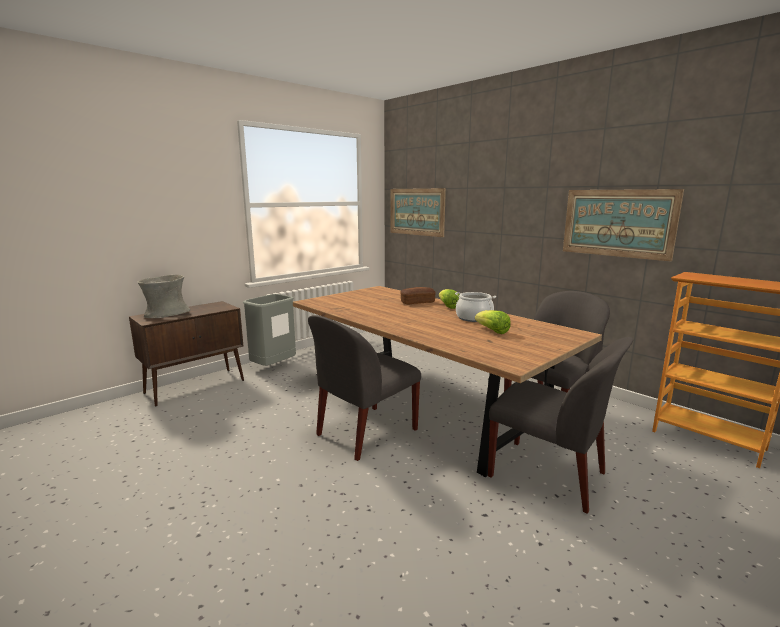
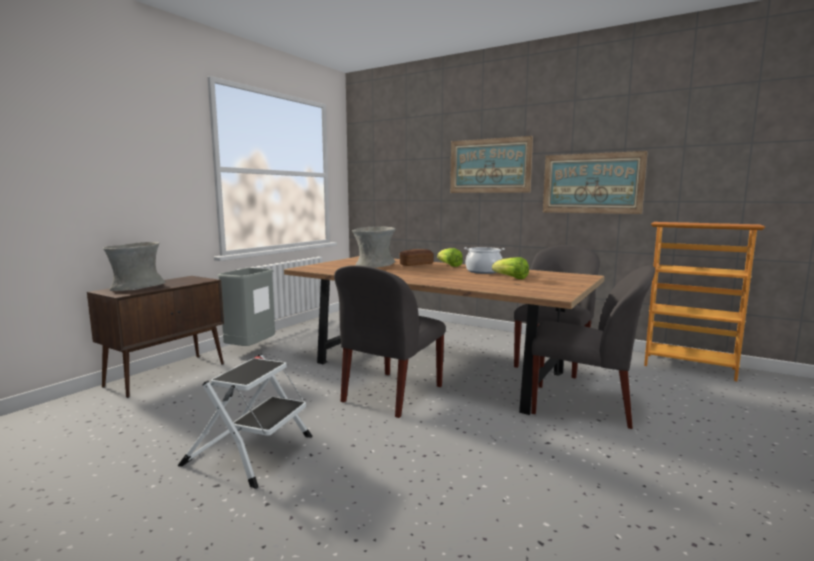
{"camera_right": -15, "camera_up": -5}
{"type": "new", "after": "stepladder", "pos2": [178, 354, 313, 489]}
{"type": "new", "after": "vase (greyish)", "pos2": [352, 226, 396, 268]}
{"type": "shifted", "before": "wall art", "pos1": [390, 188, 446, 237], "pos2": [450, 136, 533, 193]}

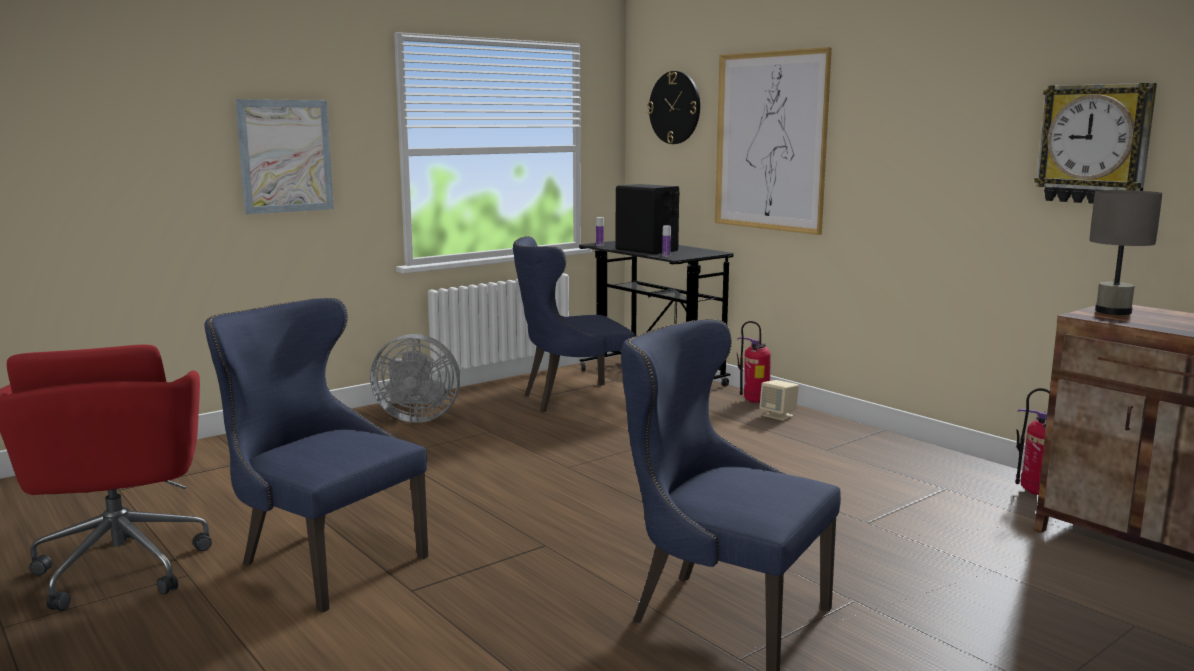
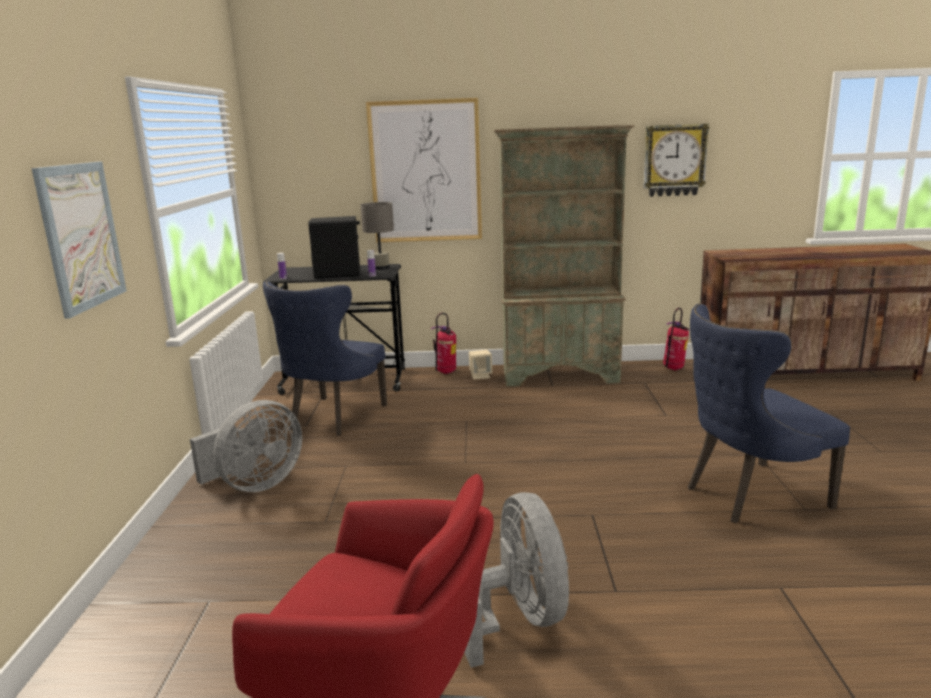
{"camera_right": -50, "camera_up": 5}
{"type": "shifted", "before": "lamp for a table (greyish)", "pos1": [1089, 190, 1162, 315], "pos2": [361, 202, 394, 270]}
{"type": "swapped", "before": "plain chair (blue-coloured)", "after": "cooling fan (greyish)", "pos1": [204, 298, 428, 613], "pos2": [464, 492, 569, 668]}
{"type": "new", "after": "bookcase (greenish)", "pos2": [493, 125, 634, 386]}
{"type": "gone", "before": "clock on the wall", "pos1": [648, 71, 700, 144]}

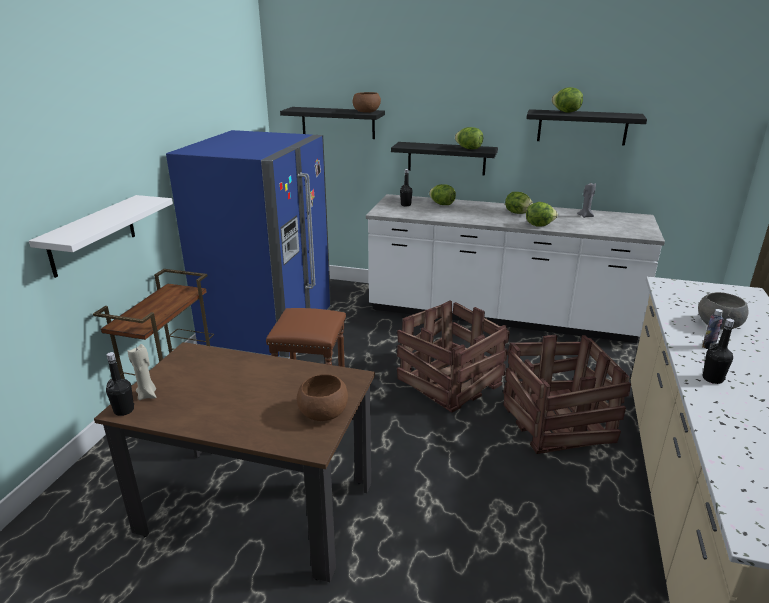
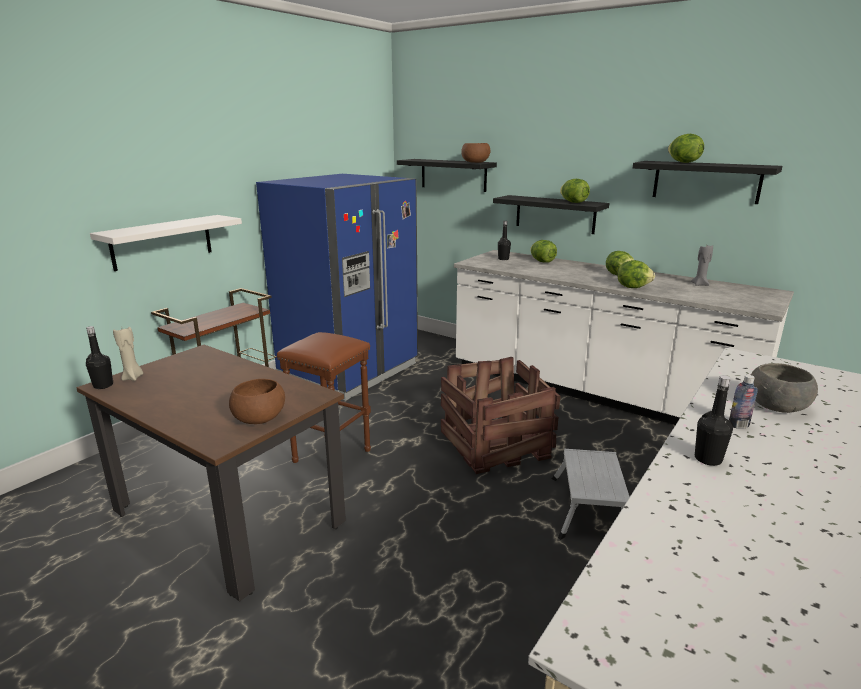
{"camera_right": 20, "camera_up": -5}
{"type": "swapped", "before": "packing crate", "after": "stepladder (whitish)", "pos1": [503, 334, 631, 454], "pos2": [551, 449, 630, 540]}

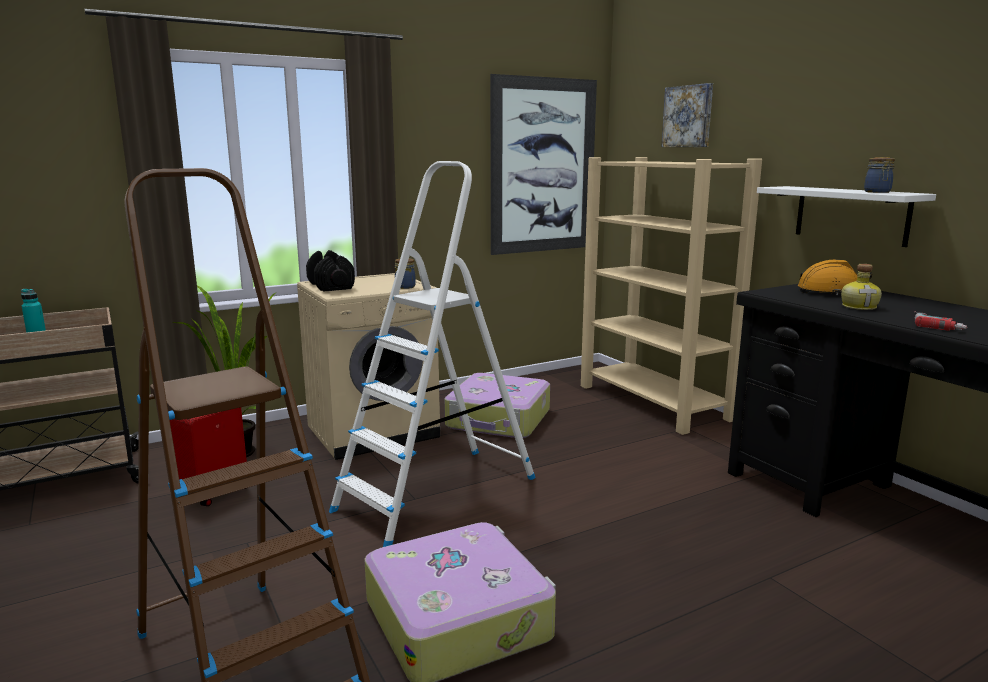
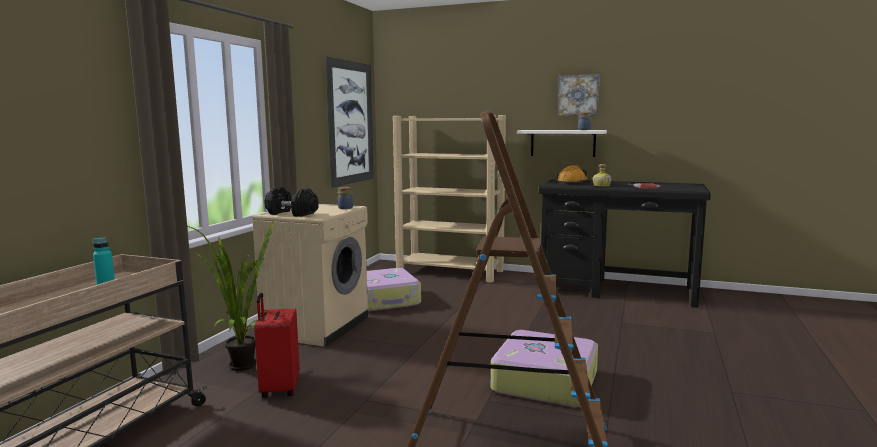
{"camera_right": -40, "camera_up": -5}
{"type": "shifted", "before": "wall art", "pos1": [661, 83, 713, 147], "pos2": [558, 74, 600, 116]}
{"type": "gone", "before": "stepladder (whitish)", "pos1": [329, 161, 535, 547]}

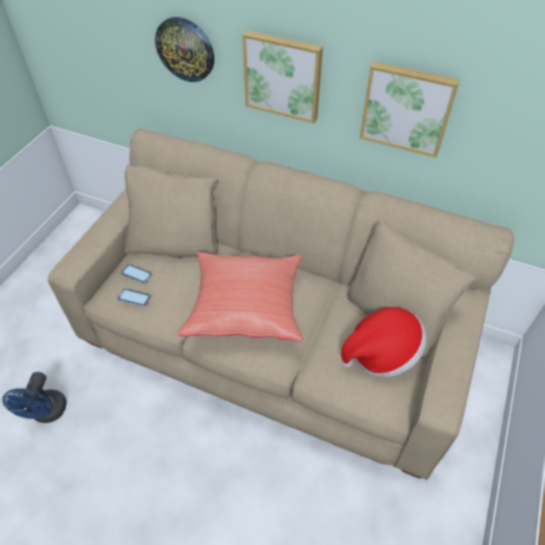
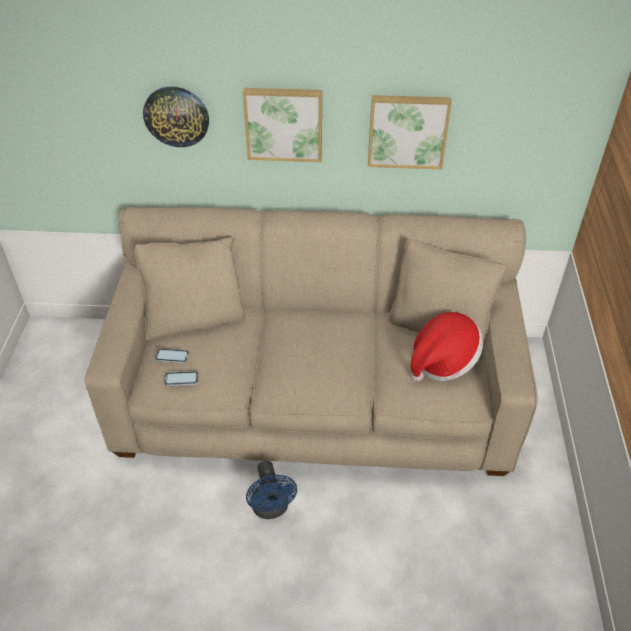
{"camera_right": -20, "camera_up": -5}
{"type": "shifted", "before": "cooling fan (blue-coloured)", "pos1": [2, 372, 67, 423], "pos2": [246, 461, 297, 519]}
{"type": "gone", "before": "cushion (red)", "pos1": [177, 252, 303, 341]}

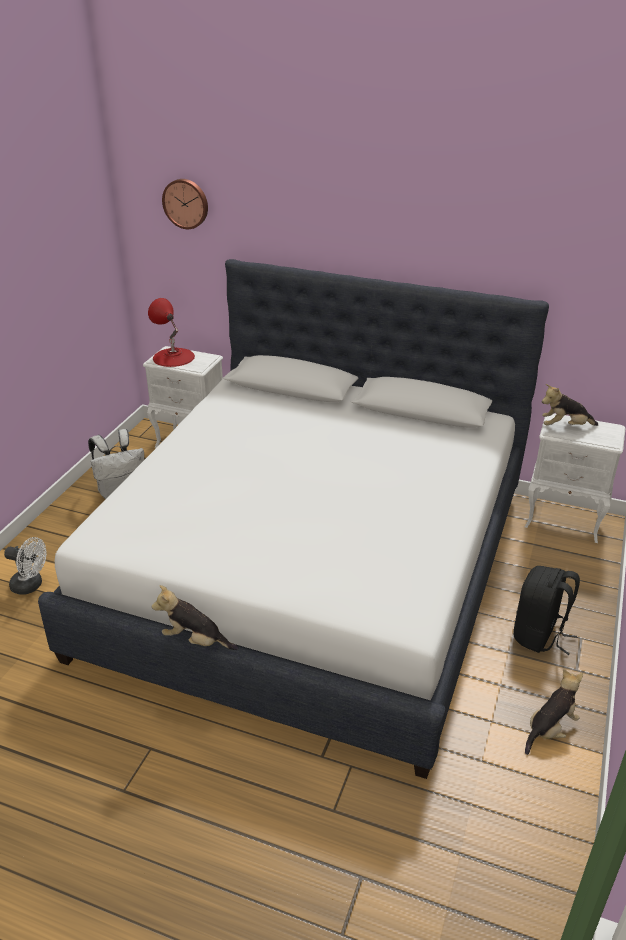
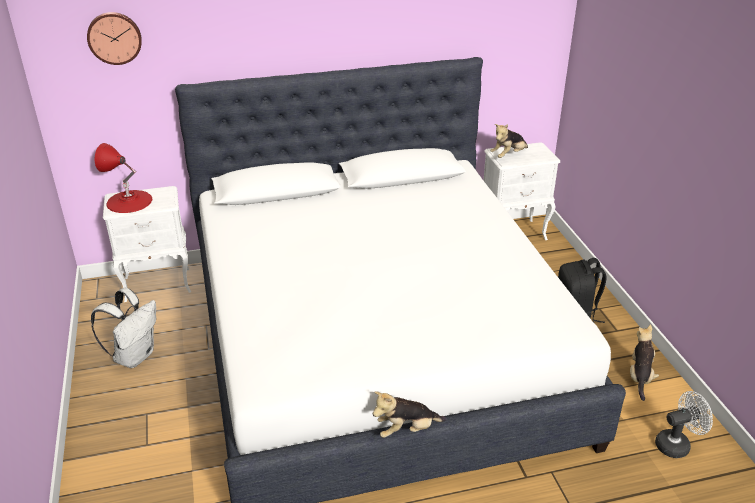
{"camera_right": -35, "camera_up": 0}
{"type": "shifted", "before": "cooling fan (whitish)", "pos1": [4, 537, 46, 594], "pos2": [655, 391, 713, 458]}

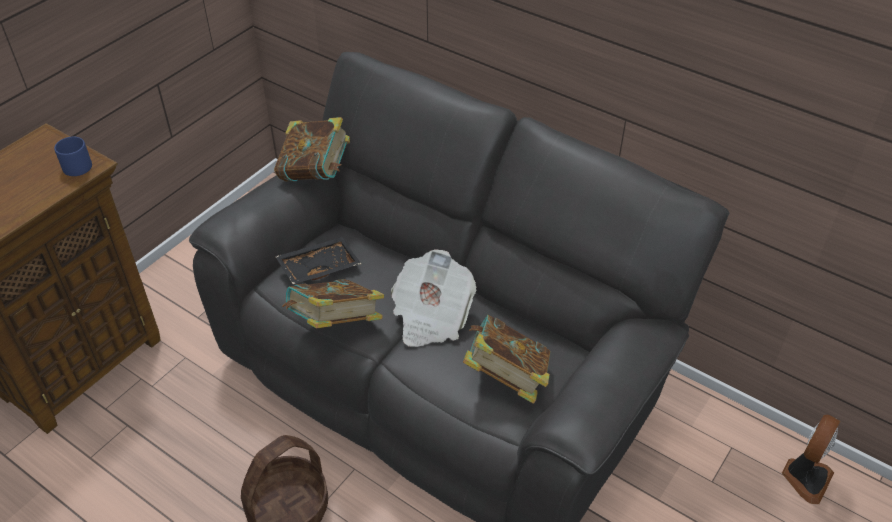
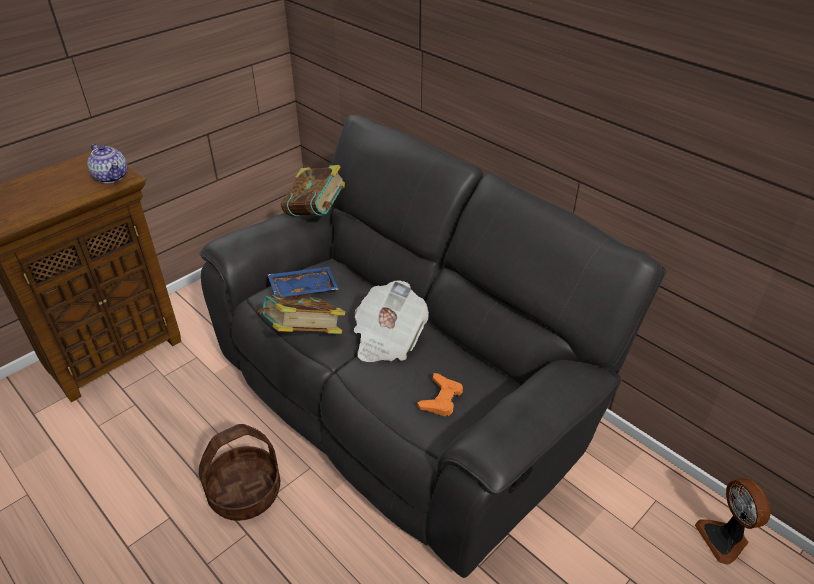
{"camera_right": 10, "camera_up": -5}
{"type": "swapped", "before": "coffee mug (blue-coloured)", "after": "tea pot", "pos1": [54, 137, 92, 176], "pos2": [87, 144, 128, 183]}
{"type": "repainted", "before": "carrying tray (black-coloured)", "after": "carrying tray (blue-coloured)", "pos1": [275, 237, 361, 284], "pos2": [267, 267, 338, 298]}
{"type": "swapped", "before": "volume", "after": "gamepad (orange-coloured)", "pos1": [463, 315, 551, 404], "pos2": [417, 373, 463, 416]}
{"type": "rotated", "before": "cooling fan", "pos1": [782, 415, 840, 504], "pos2": [695, 478, 771, 565], "turn": 120}

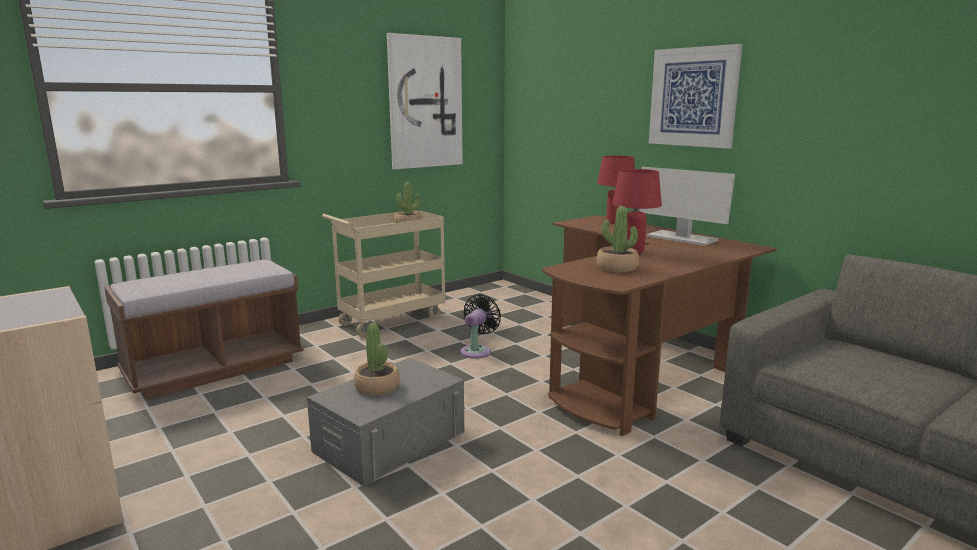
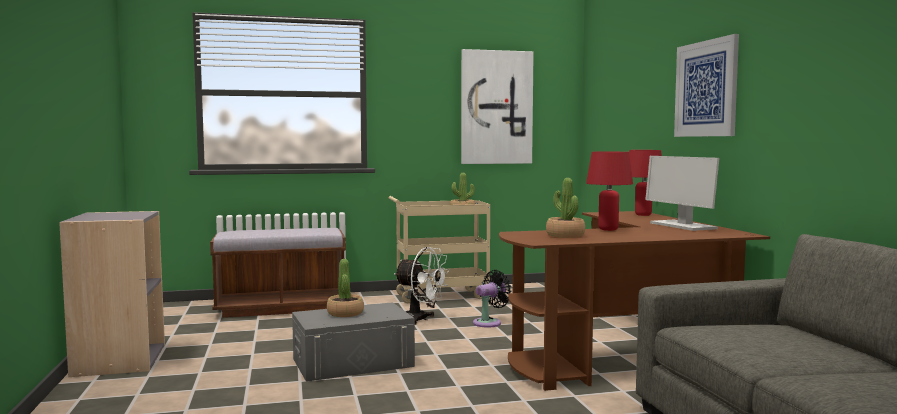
{"camera_right": 25, "camera_up": -10}
{"type": "new", "after": "cooling fan (whitish)", "pos2": [394, 247, 450, 325]}

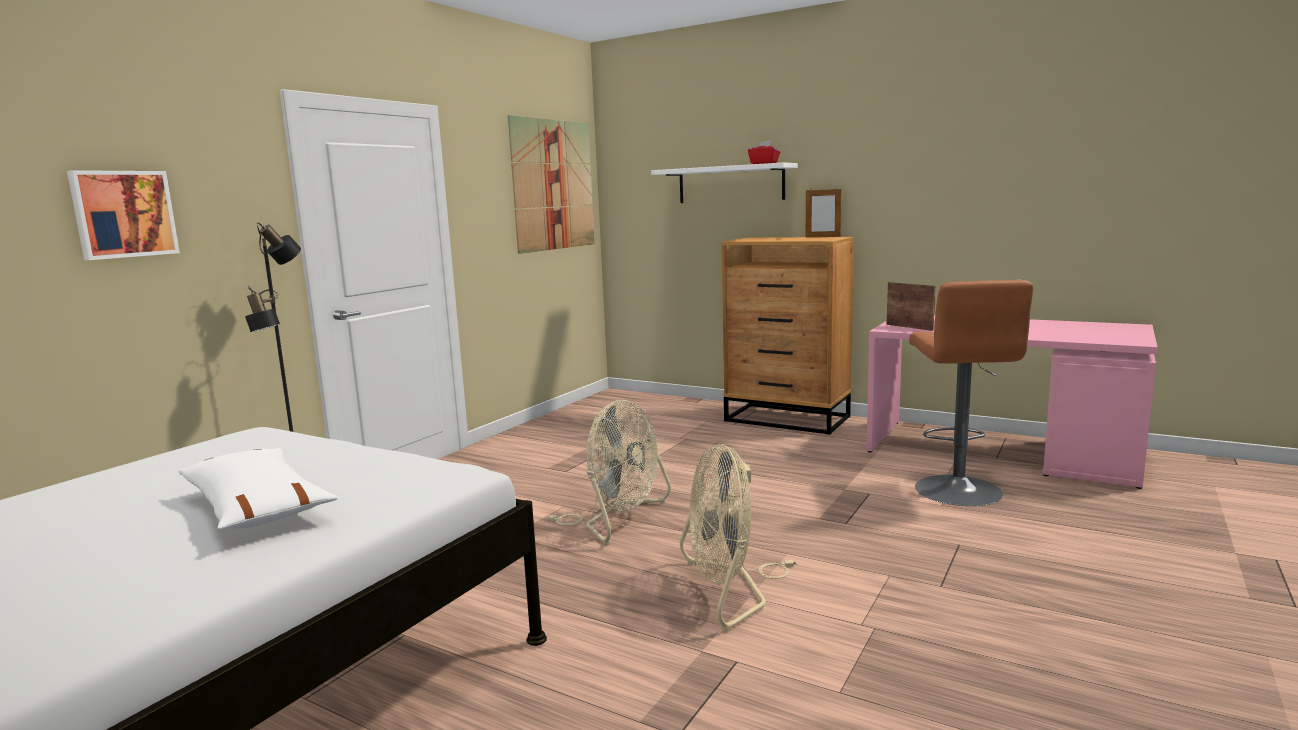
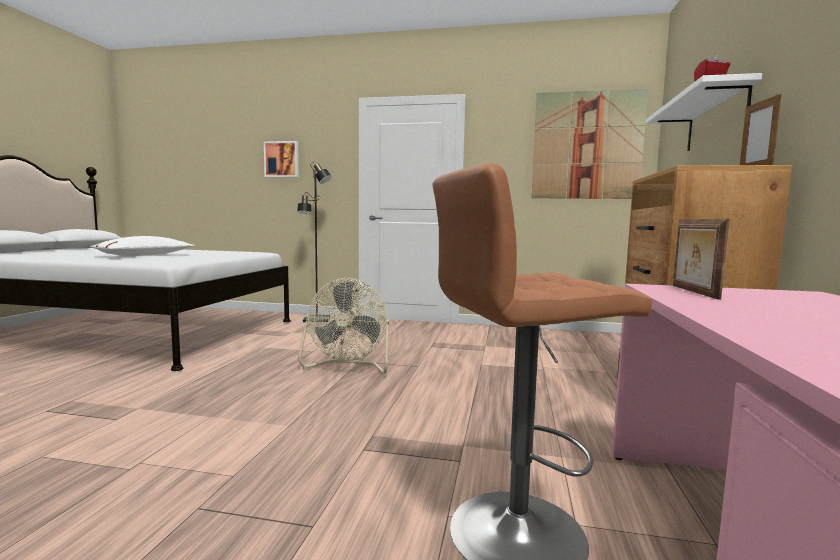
{"camera_right": 70, "camera_up": -5}
{"type": "rotated", "before": "picture frame", "pos1": [886, 282, 935, 331], "pos2": [673, 219, 730, 300], "turn": 150}
{"type": "gone", "before": "cooling fan (beige)", "pos1": [680, 444, 795, 633]}

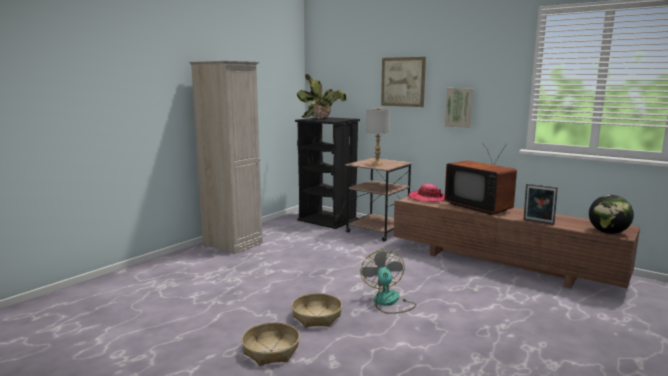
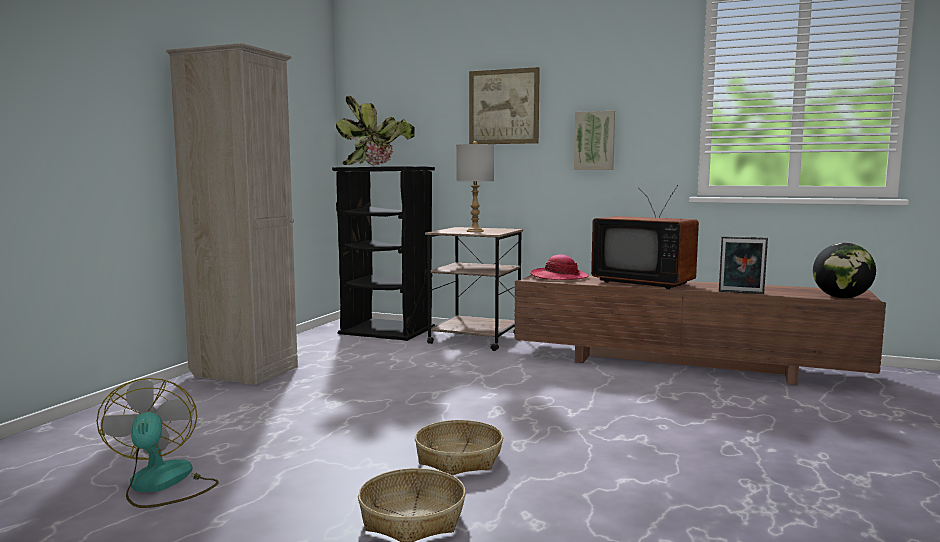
{"camera_right": -15, "camera_up": -5}
{"type": "shifted", "before": "cooling fan", "pos1": [360, 250, 416, 314], "pos2": [96, 378, 219, 508]}

